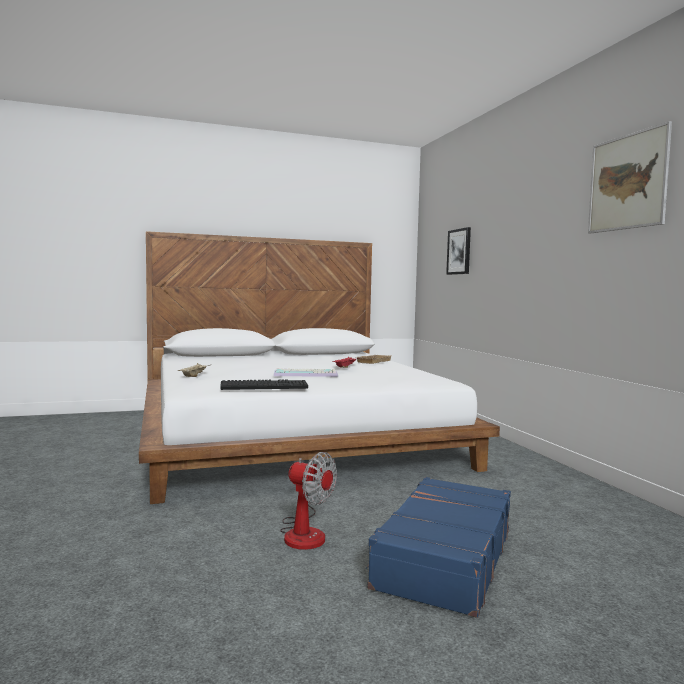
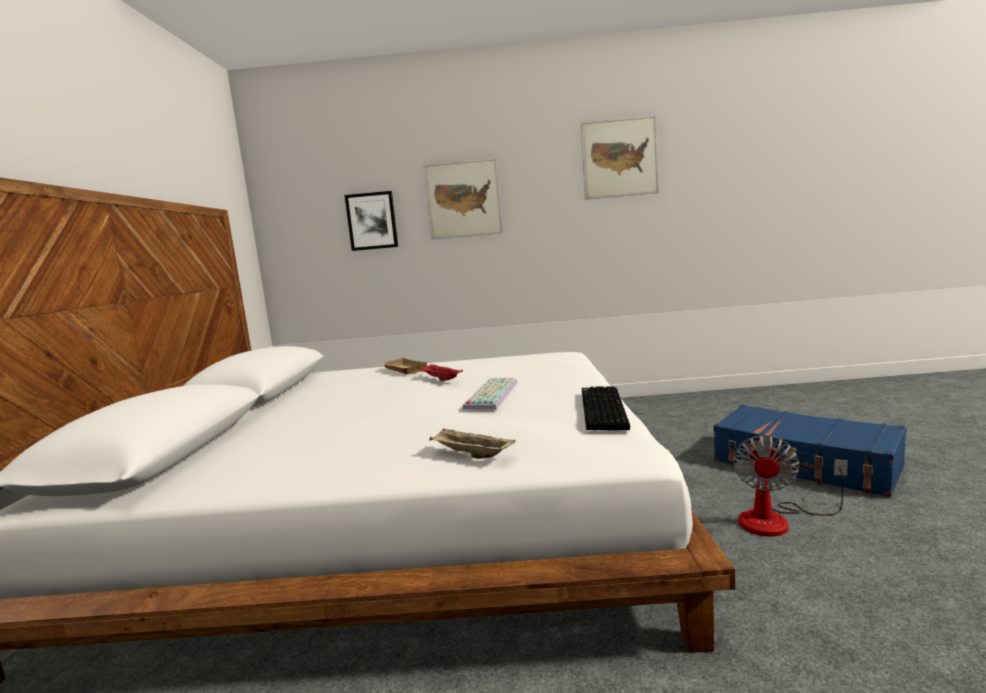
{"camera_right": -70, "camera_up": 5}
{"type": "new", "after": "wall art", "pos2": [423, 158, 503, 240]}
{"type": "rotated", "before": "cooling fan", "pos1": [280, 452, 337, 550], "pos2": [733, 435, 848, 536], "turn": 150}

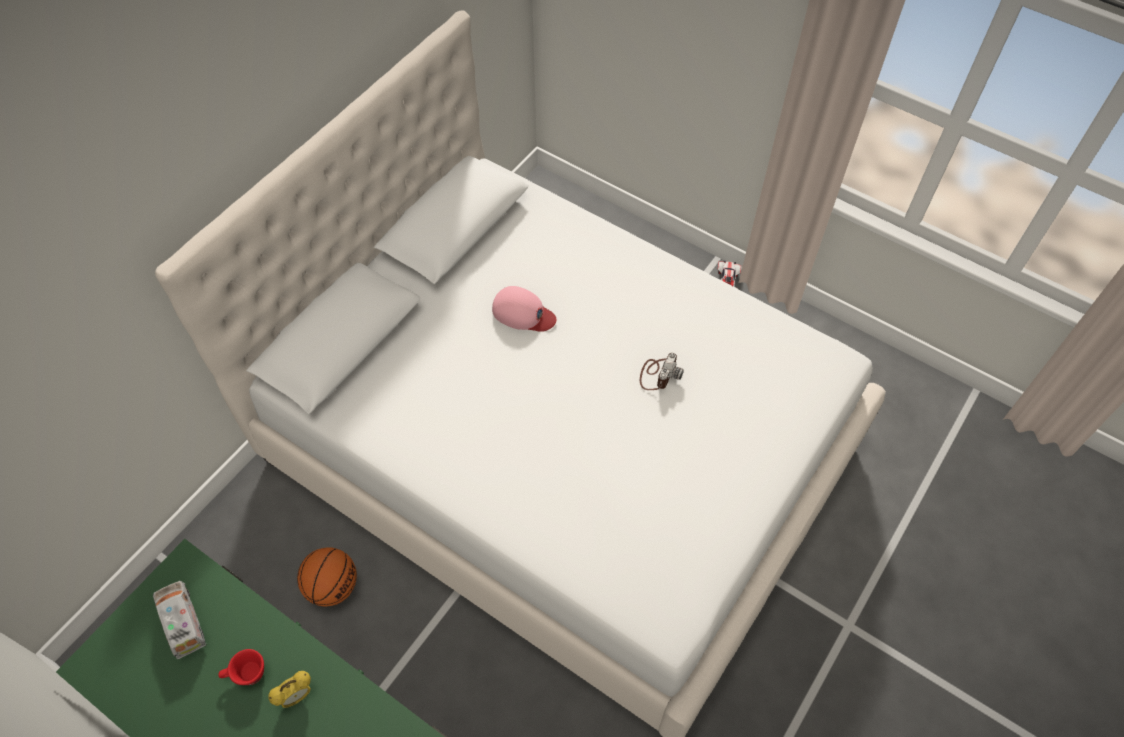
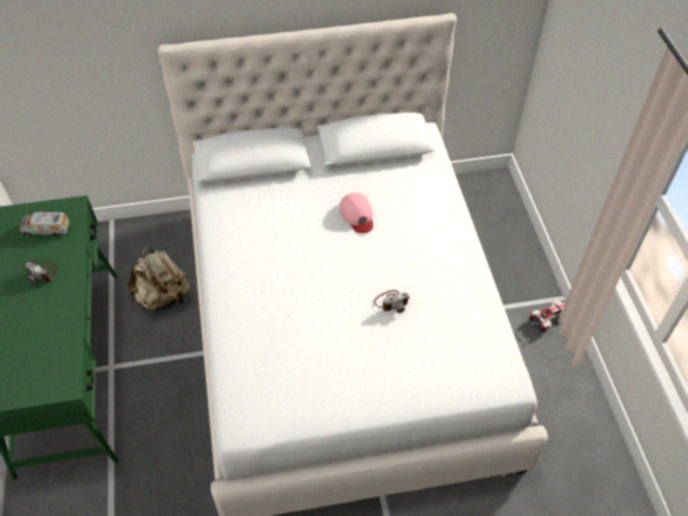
{"camera_right": 45, "camera_up": -5}
{"type": "rotated", "before": "toy truck", "pos1": [153, 581, 206, 659], "pos2": [20, 212, 70, 236], "turn": -105}
{"type": "swapped", "before": "cup (red)", "after": "photo camera", "pos1": [218, 649, 264, 685], "pos2": [25, 260, 58, 283]}
{"type": "swapped", "before": "basketball ball", "after": "backpack (beige)", "pos1": [297, 547, 357, 607], "pos2": [127, 246, 190, 311]}
{"type": "gone", "before": "table clock", "pos1": [268, 671, 311, 708]}

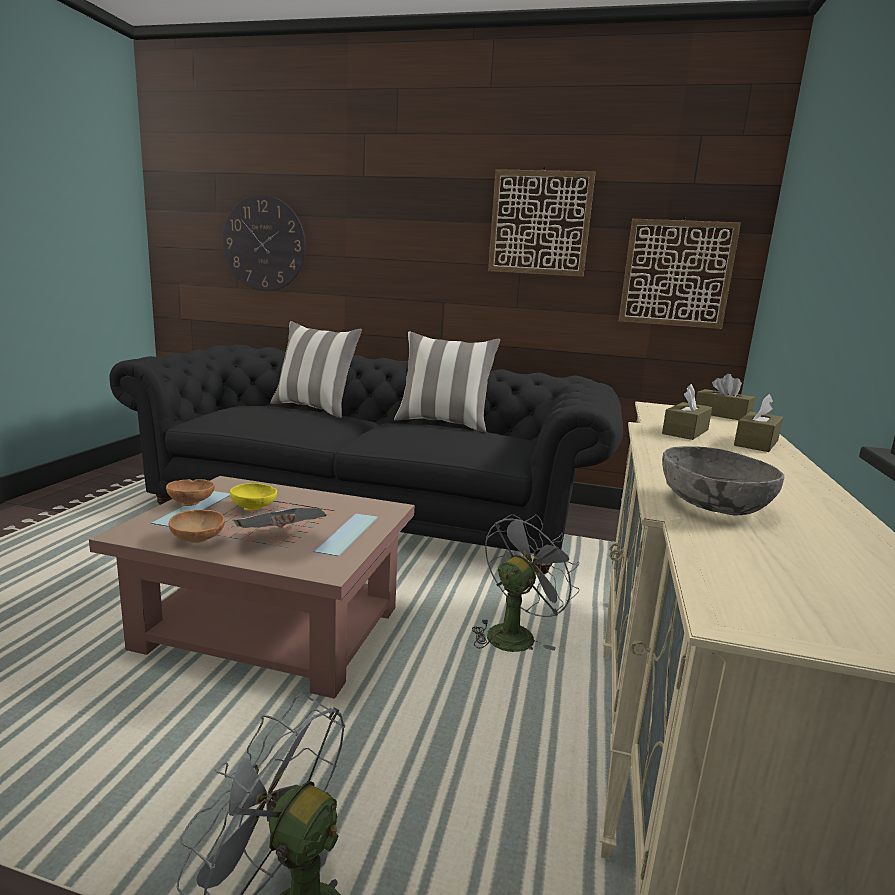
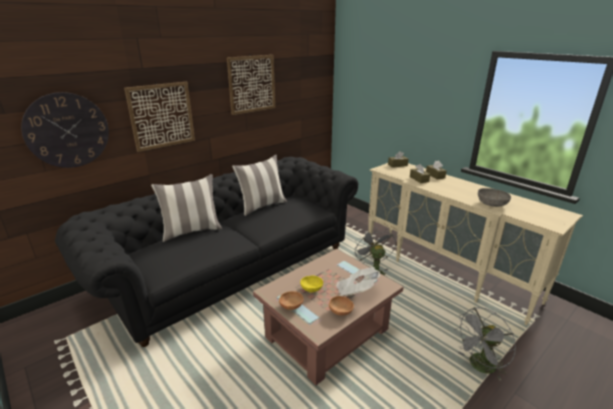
{"camera_right": -55, "camera_up": 10}
{"type": "shifted", "before": "wall art", "pos1": [619, 217, 741, 329], "pos2": [124, 82, 195, 152]}

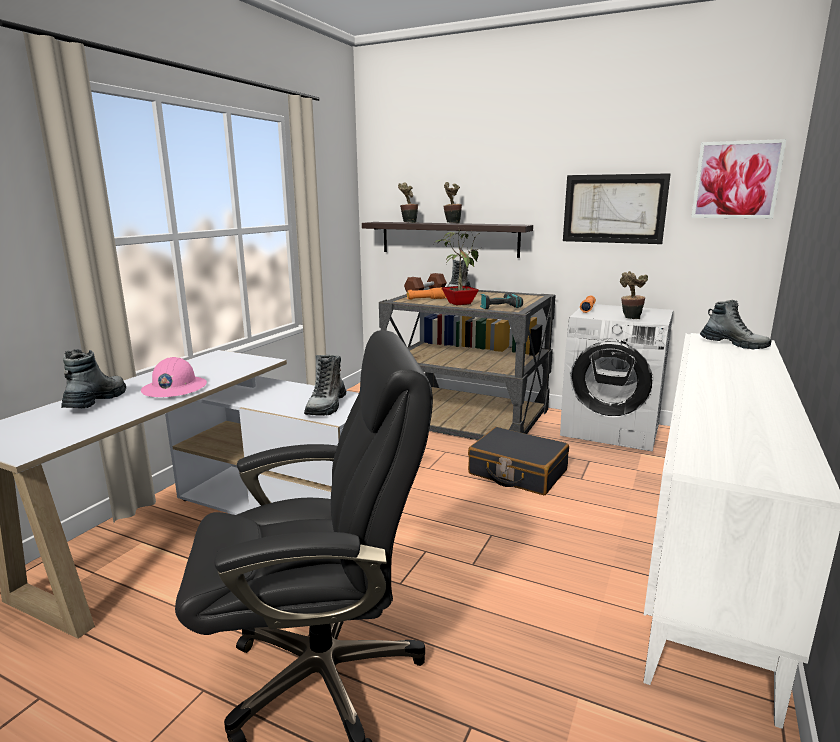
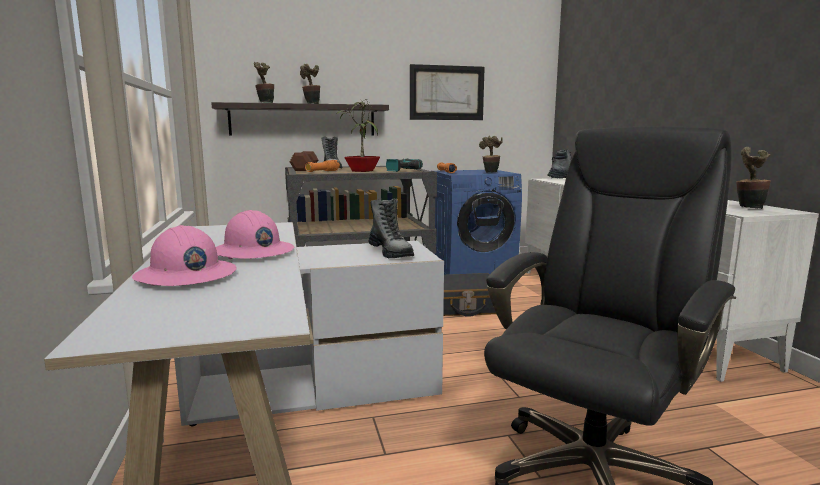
{"camera_right": -40, "camera_up": -5}
{"type": "swapped", "before": "high-top boot", "after": "safety helmet (pinkish)", "pos1": [61, 349, 126, 408], "pos2": [132, 225, 237, 286]}
{"type": "repainted", "before": "laundry appliance (whitish)", "after": "laundry appliance (blue-coloured)", "pos1": [560, 304, 673, 451], "pos2": [435, 170, 522, 275]}
{"type": "new", "after": "houseplant", "pos2": [736, 147, 771, 209]}
{"type": "gone", "before": "wall art", "pos1": [691, 139, 786, 219]}

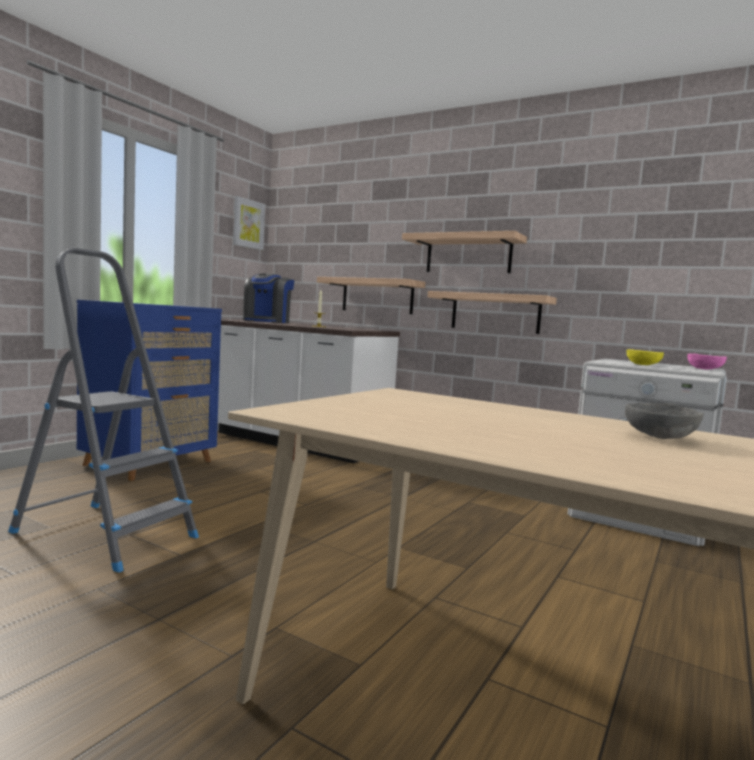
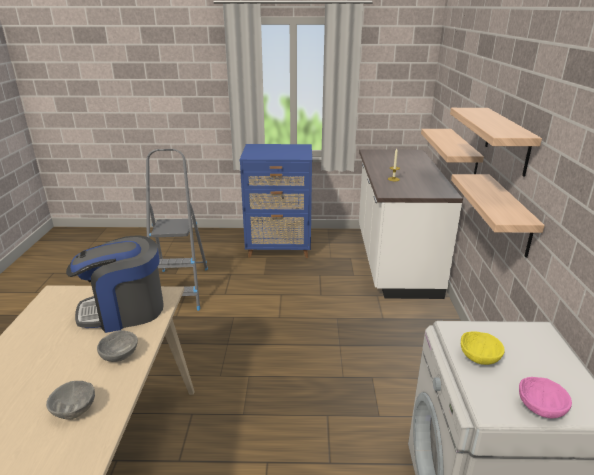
{"camera_right": 60, "camera_up": 20}
{"type": "shifted", "before": "coffee maker", "pos1": [243, 273, 294, 323], "pos2": [66, 235, 164, 333]}
{"type": "new", "after": "serving bowl (greyish)", "pos2": [97, 330, 138, 362]}
{"type": "gone", "before": "wall art", "pos1": [233, 196, 265, 250]}

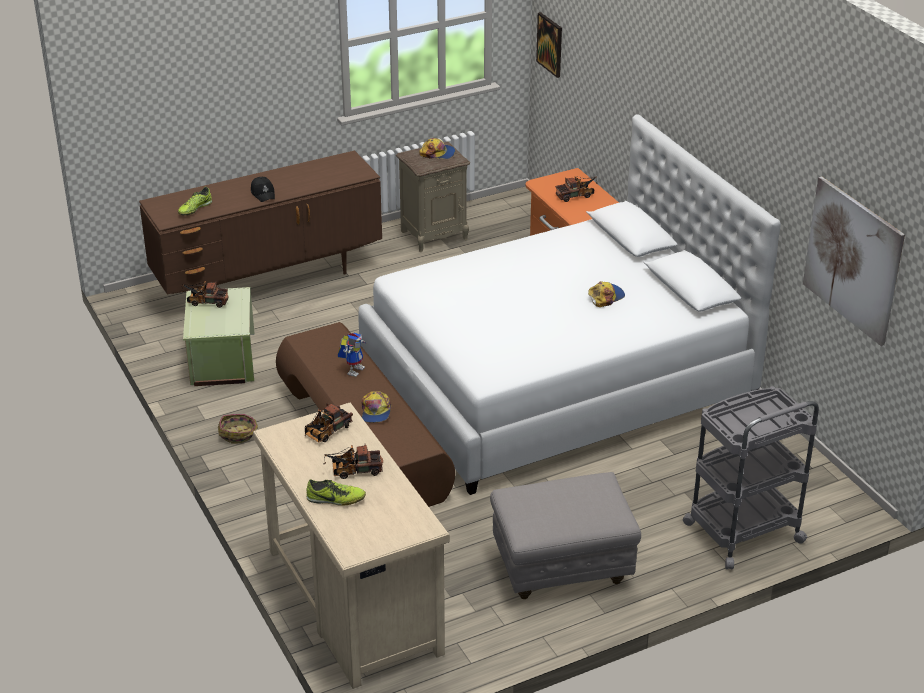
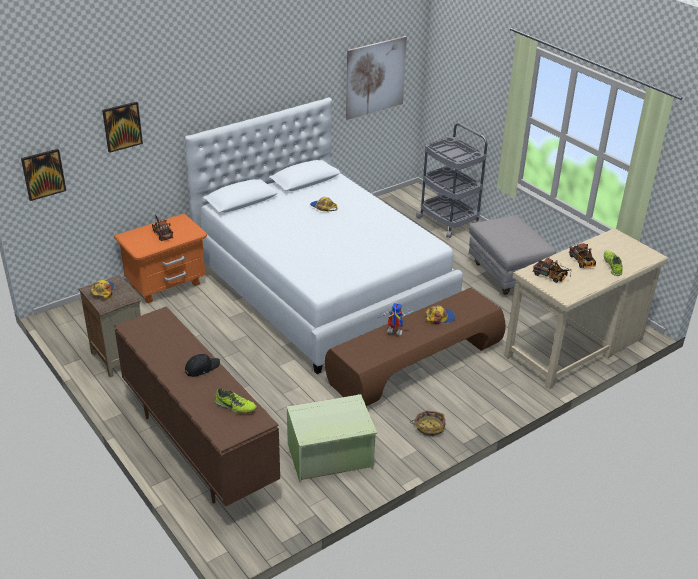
{"camera_right": -100, "camera_up": 0}
{"type": "new", "after": "wall art", "pos2": [102, 102, 143, 153]}
{"type": "gone", "before": "toy truck", "pos1": [182, 281, 228, 308]}

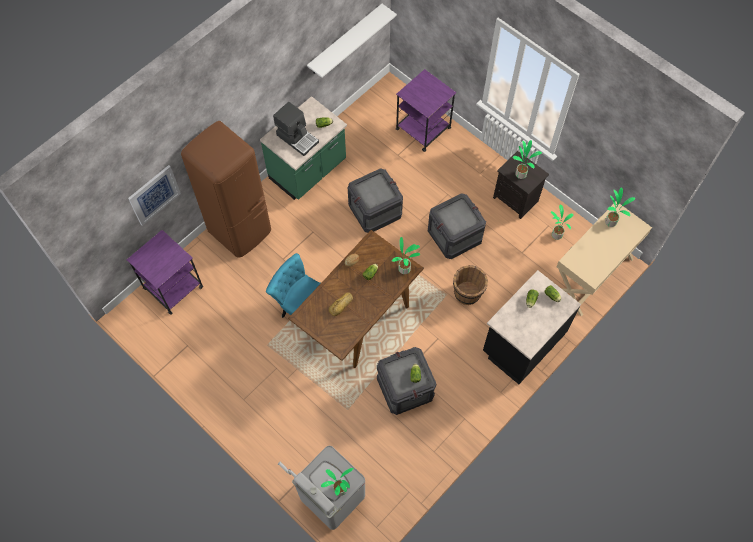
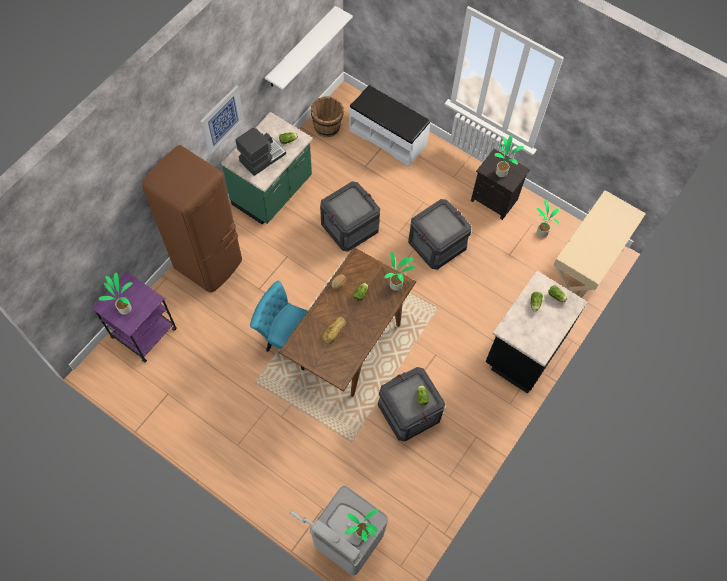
{"camera_right": -10, "camera_up": 0}
{"type": "shifted", "before": "houseplant", "pos1": [605, 187, 635, 227], "pos2": [99, 273, 132, 315]}
{"type": "shifted", "before": "wall art", "pos1": [128, 165, 181, 226], "pos2": [200, 85, 244, 155]}
{"type": "rotated", "before": "coffee maker", "pos1": [273, 102, 319, 156], "pos2": [236, 128, 286, 176], "turn": -75}
{"type": "shifted", "before": "pail (brown)", "pos1": [453, 265, 488, 305], "pos2": [311, 96, 344, 137]}
{"type": "swapped", "before": "wheeled cart (purple)", "after": "long seat (whitish)", "pos1": [396, 69, 456, 152], "pos2": [349, 85, 431, 166]}

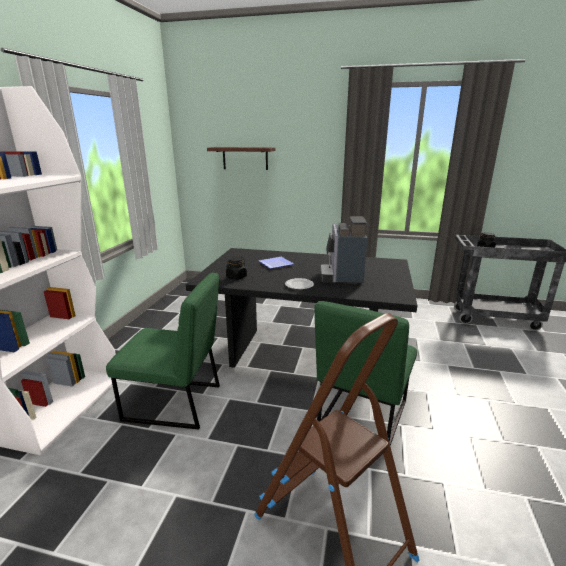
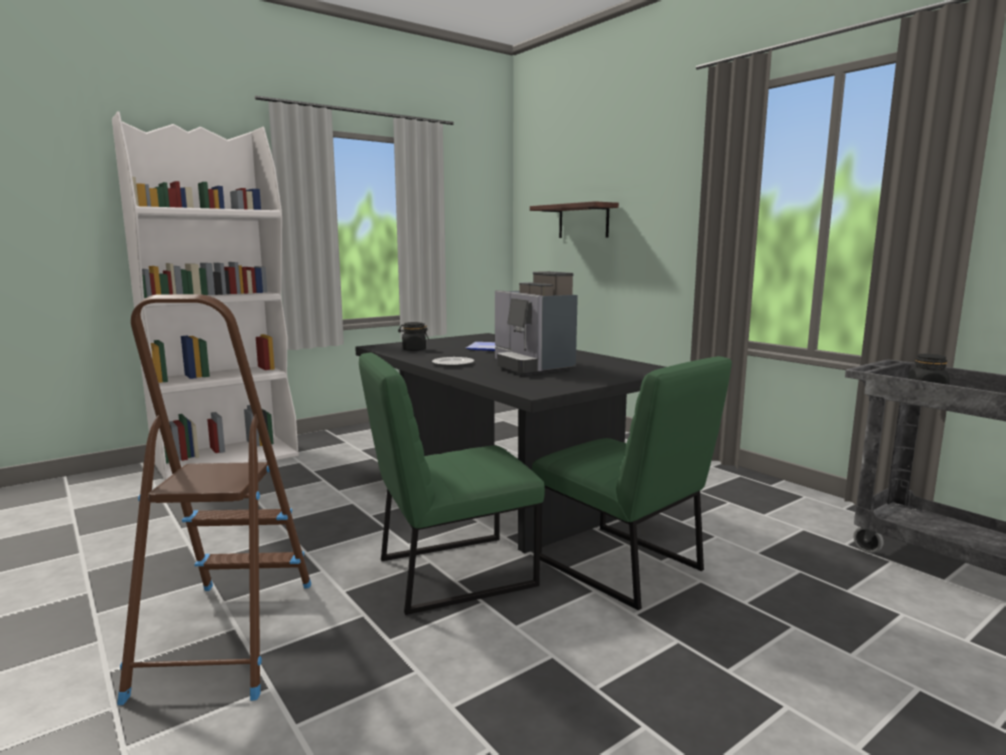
{"camera_right": 40, "camera_up": -10}
{"type": "rotated", "before": "coffee maker", "pos1": [320, 216, 367, 284], "pos2": [495, 271, 578, 375], "turn": -75}
{"type": "shifted", "before": "plain chair (greenish)", "pos1": [106, 273, 220, 430], "pos2": [532, 356, 732, 610]}

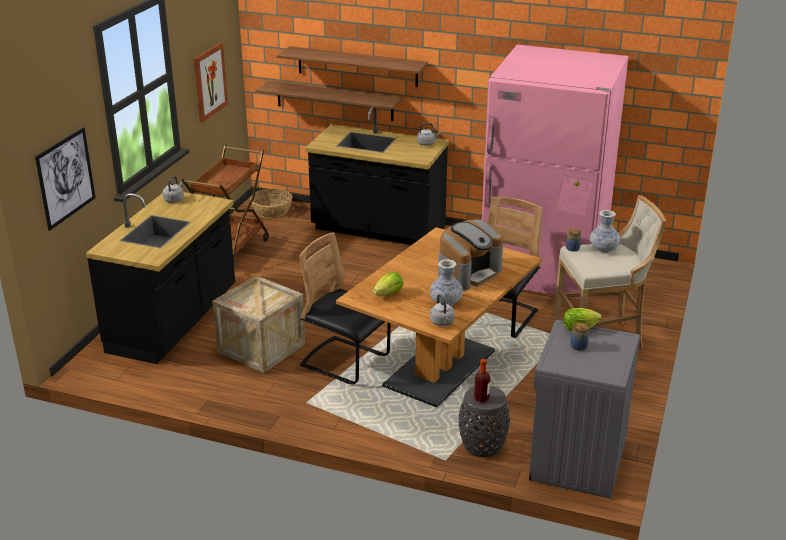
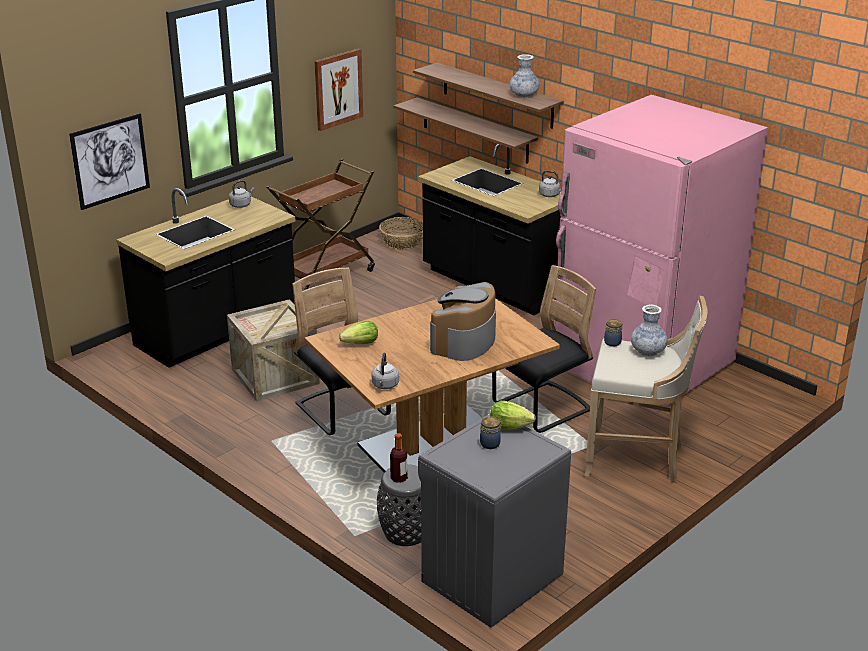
{"camera_right": 25, "camera_up": 0}
{"type": "rotated", "before": "coffee maker", "pos1": [438, 219, 503, 291], "pos2": [430, 282, 496, 361], "turn": 135}
{"type": "shifted", "before": "vase", "pos1": [430, 259, 463, 306], "pos2": [510, 54, 539, 98]}

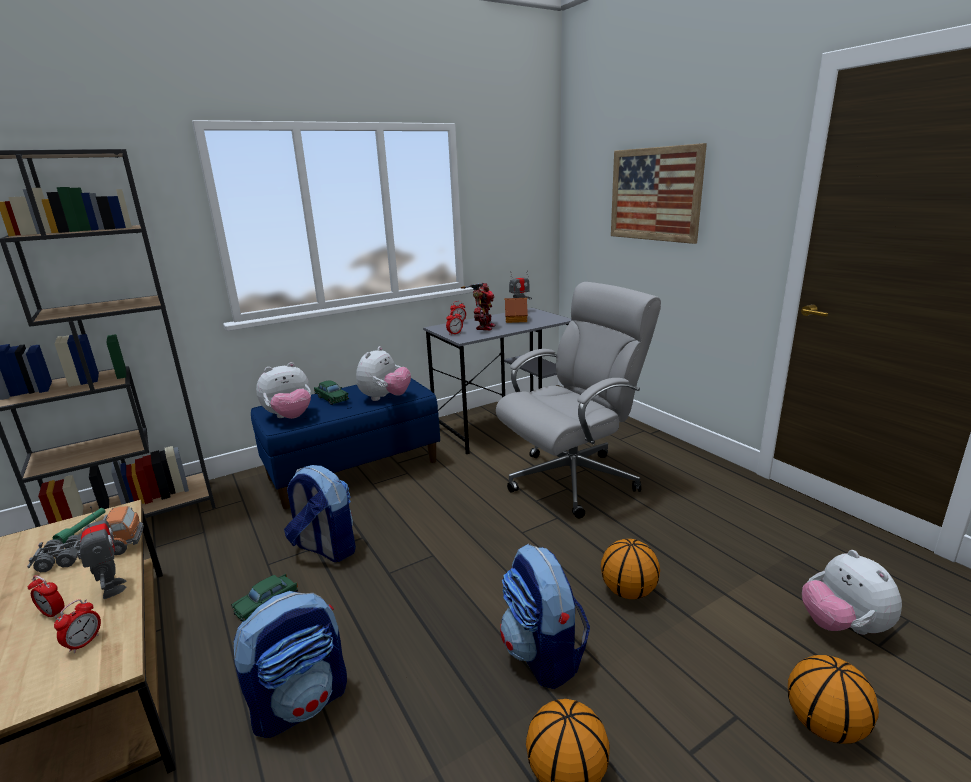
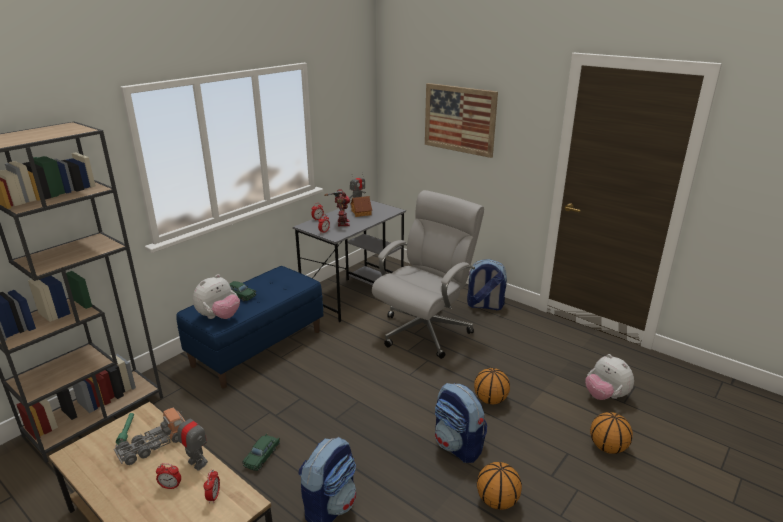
{"camera_right": -20, "camera_up": 5}
{"type": "shifted", "before": "backpack", "pos1": [284, 465, 356, 562], "pos2": [467, 259, 507, 310]}
{"type": "gone", "before": "cuddly toy", "pos1": [356, 346, 411, 401]}

